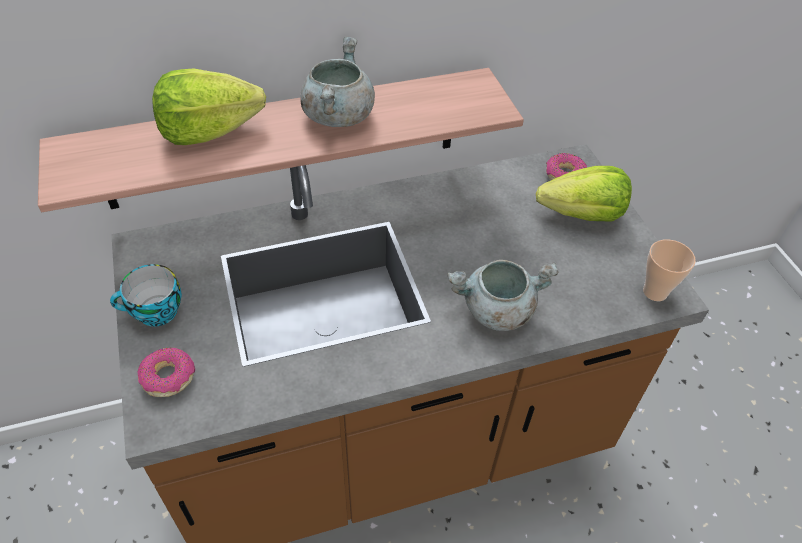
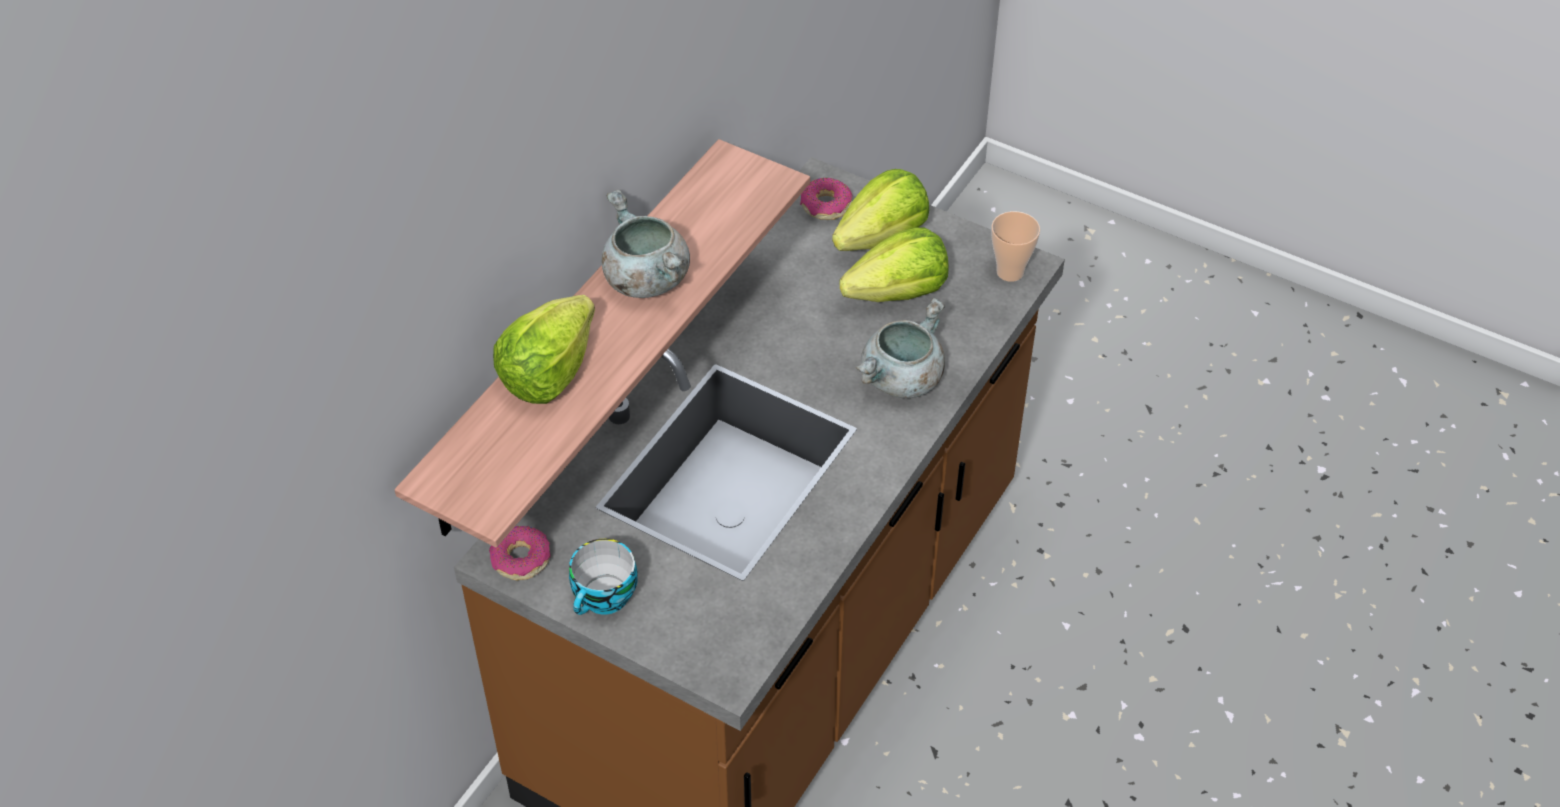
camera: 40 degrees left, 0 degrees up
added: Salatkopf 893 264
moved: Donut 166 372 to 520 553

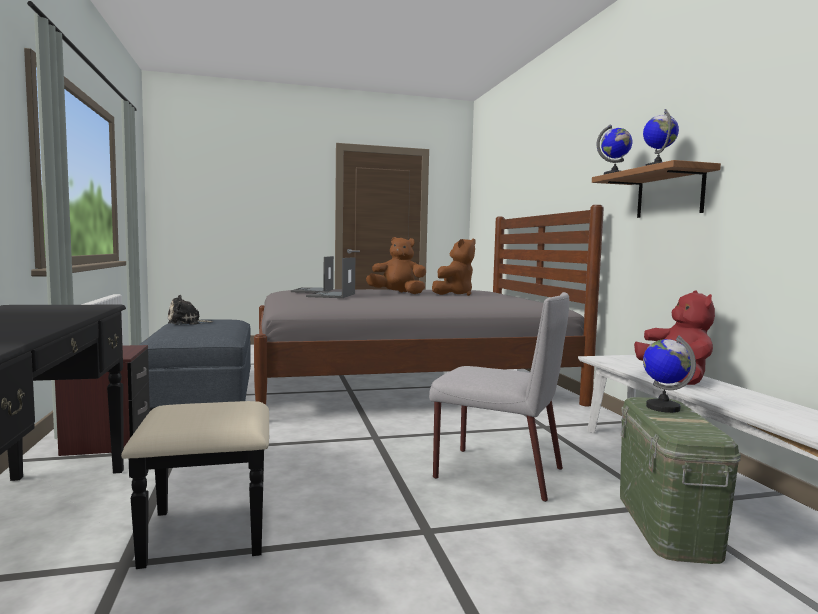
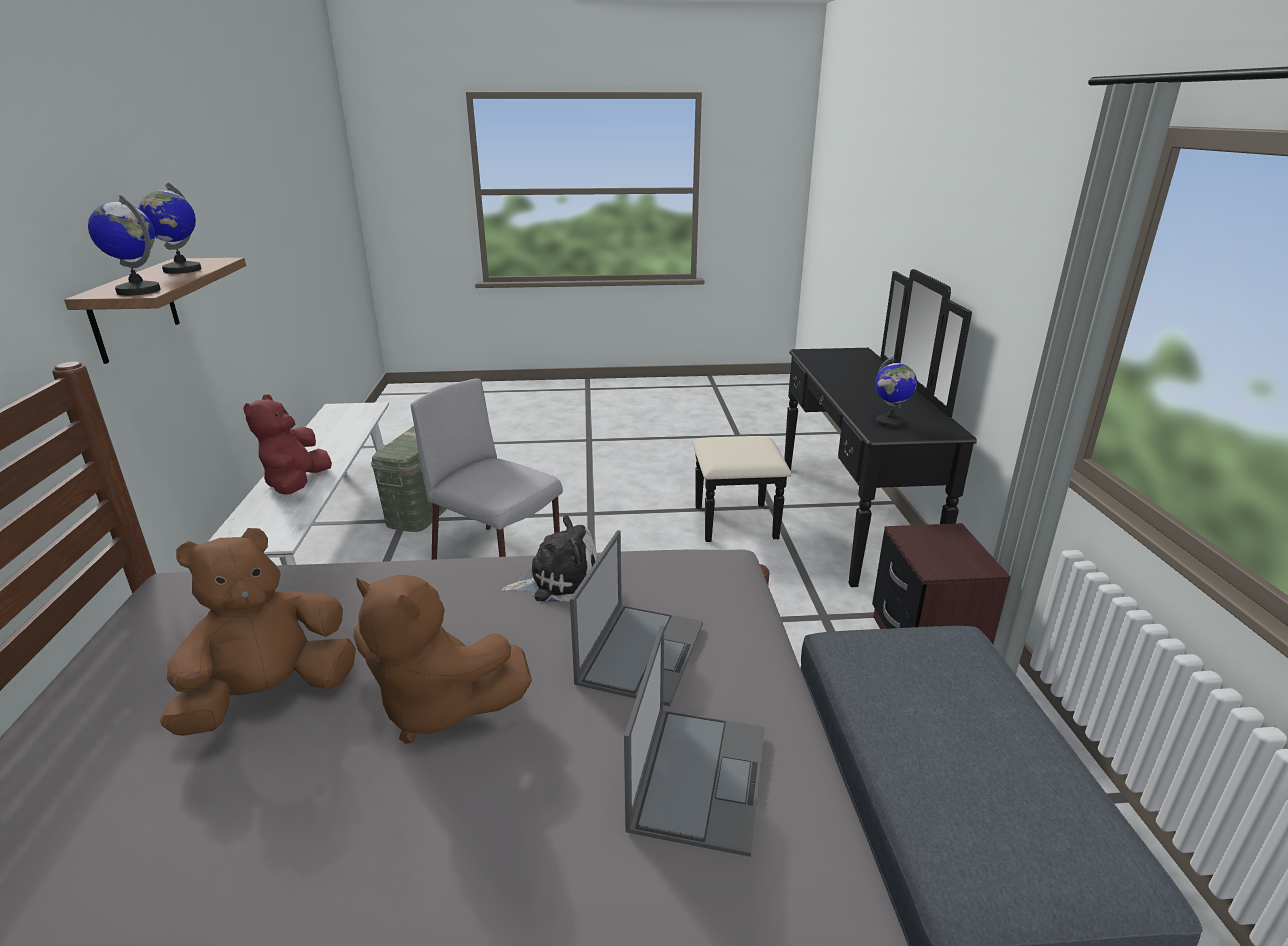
camera: 170 degrees left, 20 degrees up
moved: Plüschtier 191 310 to 550 558; Globus 669 374 to 896 392

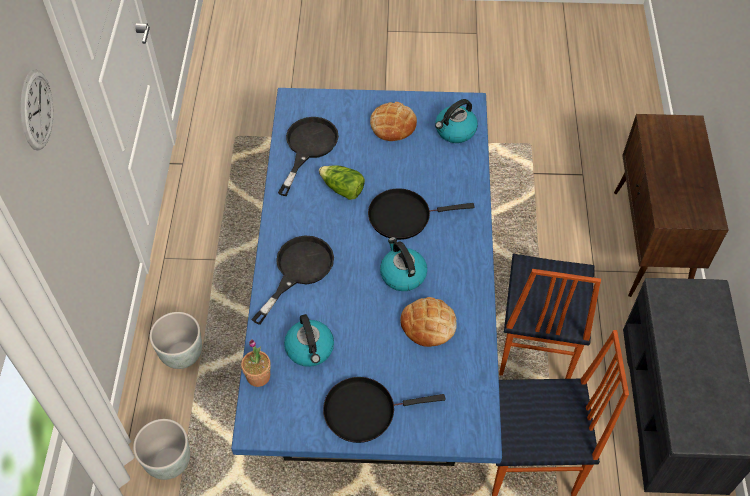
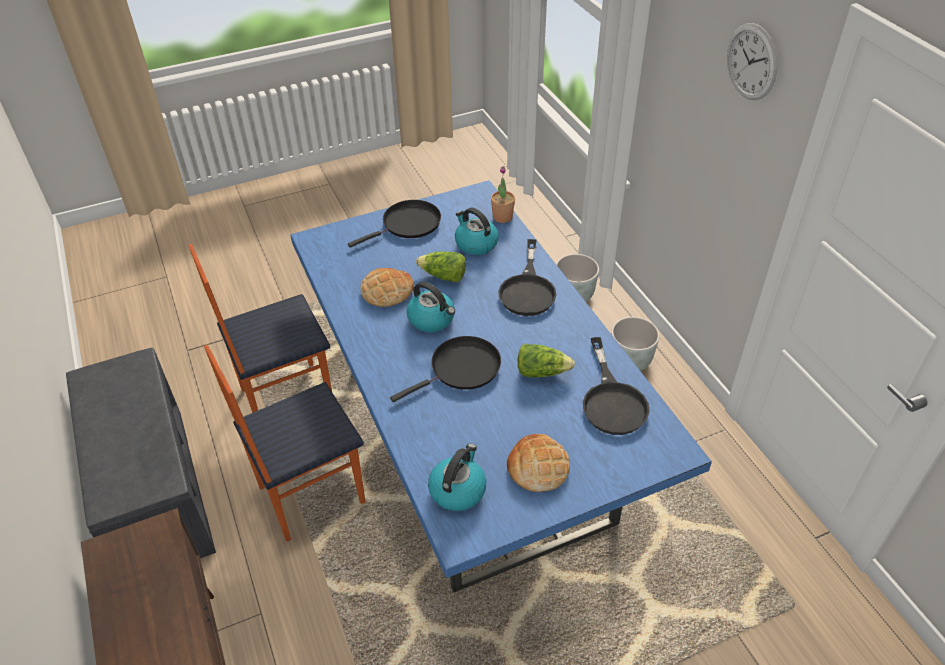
camera: 155 degrees right, 10 degrees down
added: Salatkopf 441 266
turned: Stuhl 550 316 = 285 443 105 degrees counterclockwise

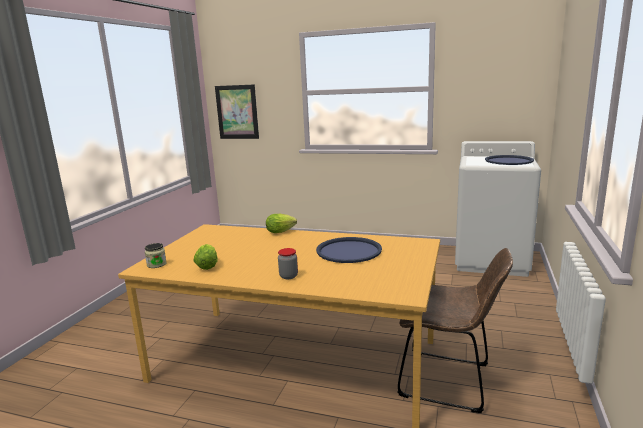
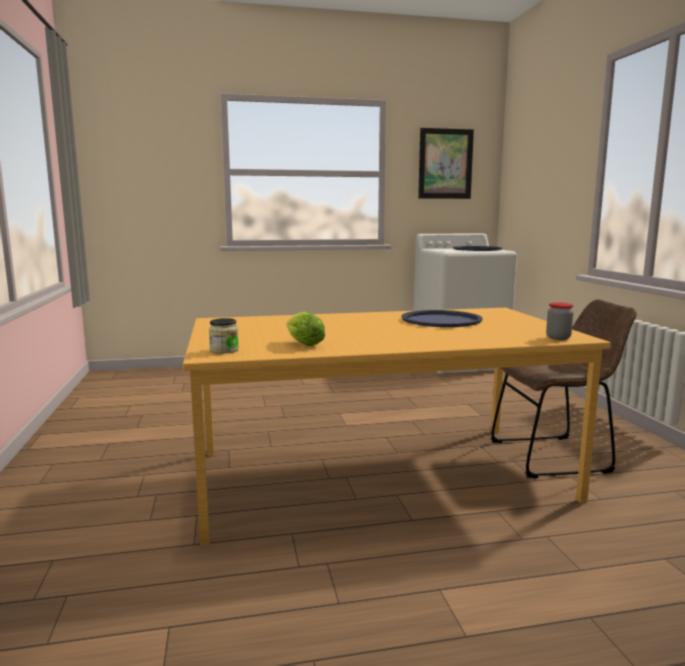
camera: 30 degrees left, 5 degrees down
removed: Salatkopf 281 223
moved: Bild 237 111 to 446 163; Vorratsglas 288 263 to 559 321

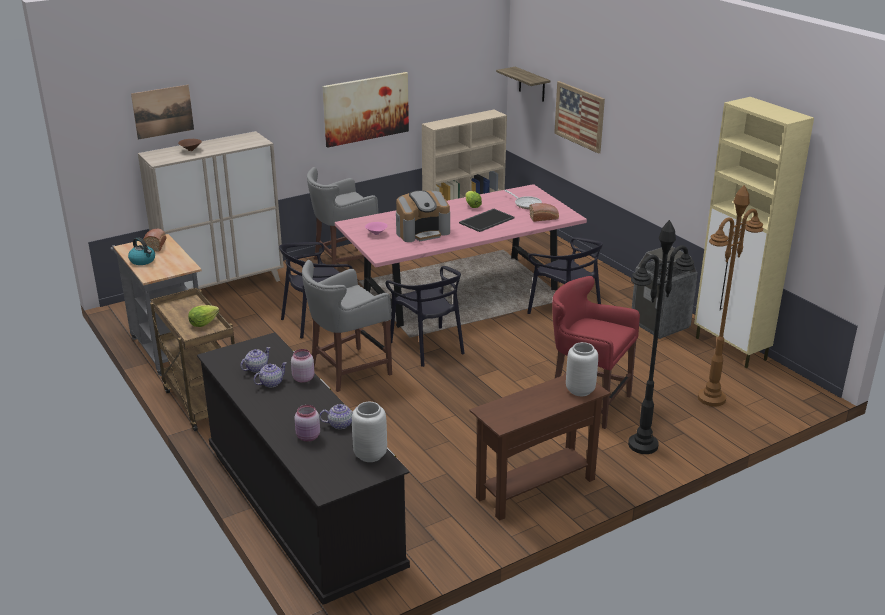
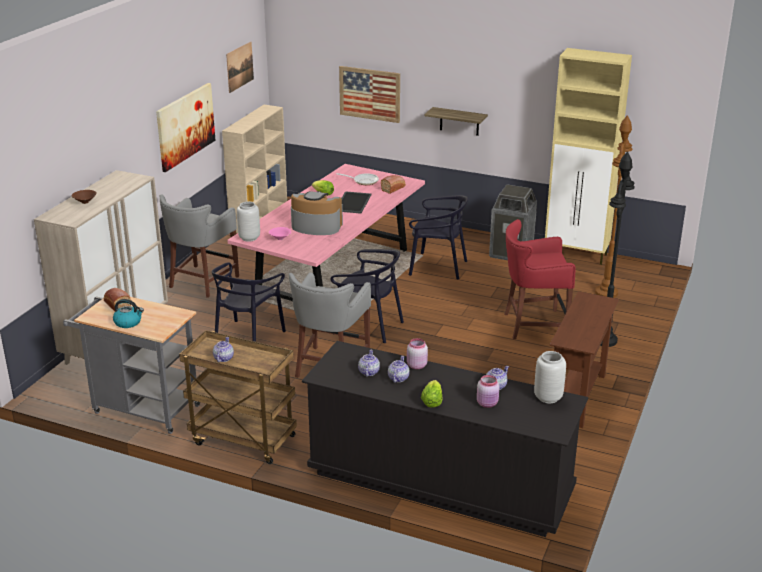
camera: 35 degrees left, 0 degrees up
added: Teekanne 223 349
moved: Wandregal 523 84 to 456 121; Bild 162 112 to 240 67; Salatkopf 203 316 to 432 394; Vase/grau 582 369 to 248 222
turned: Kaffeemaschine 423 216 = 317 213 105 degrees counterclockwise

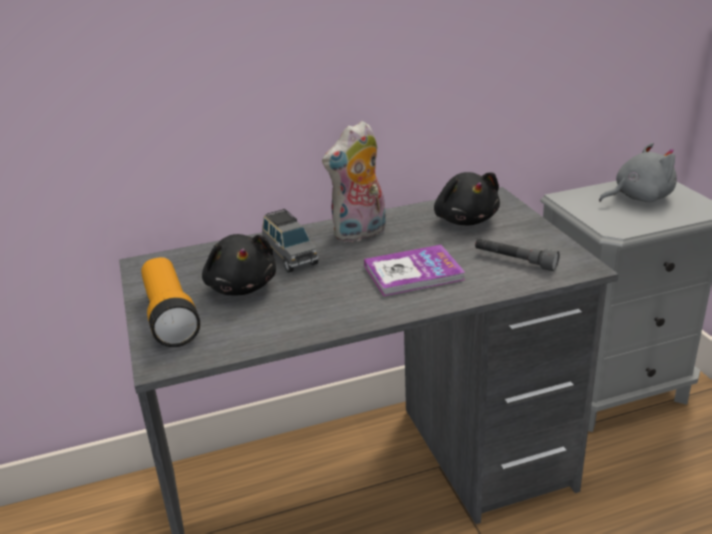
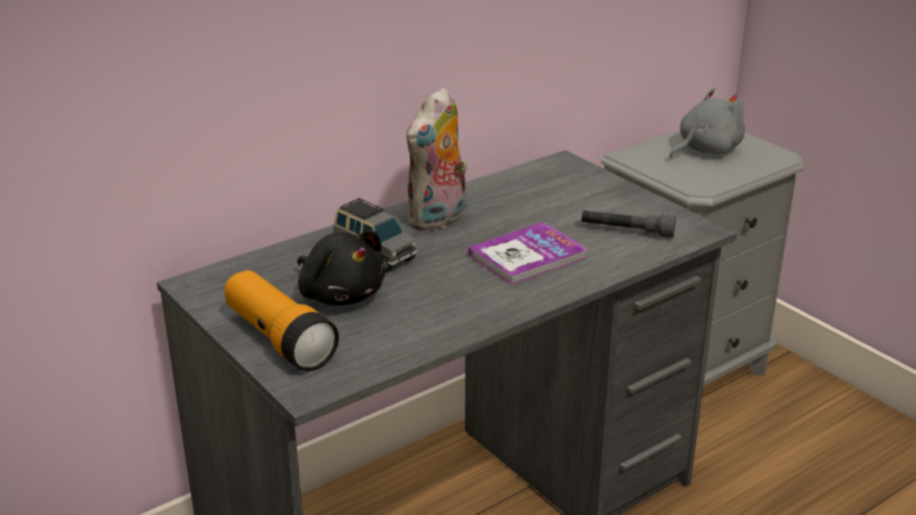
camera: 20 degrees left, 0 degrees up
removed: Plüschtier/schwarz 467 198

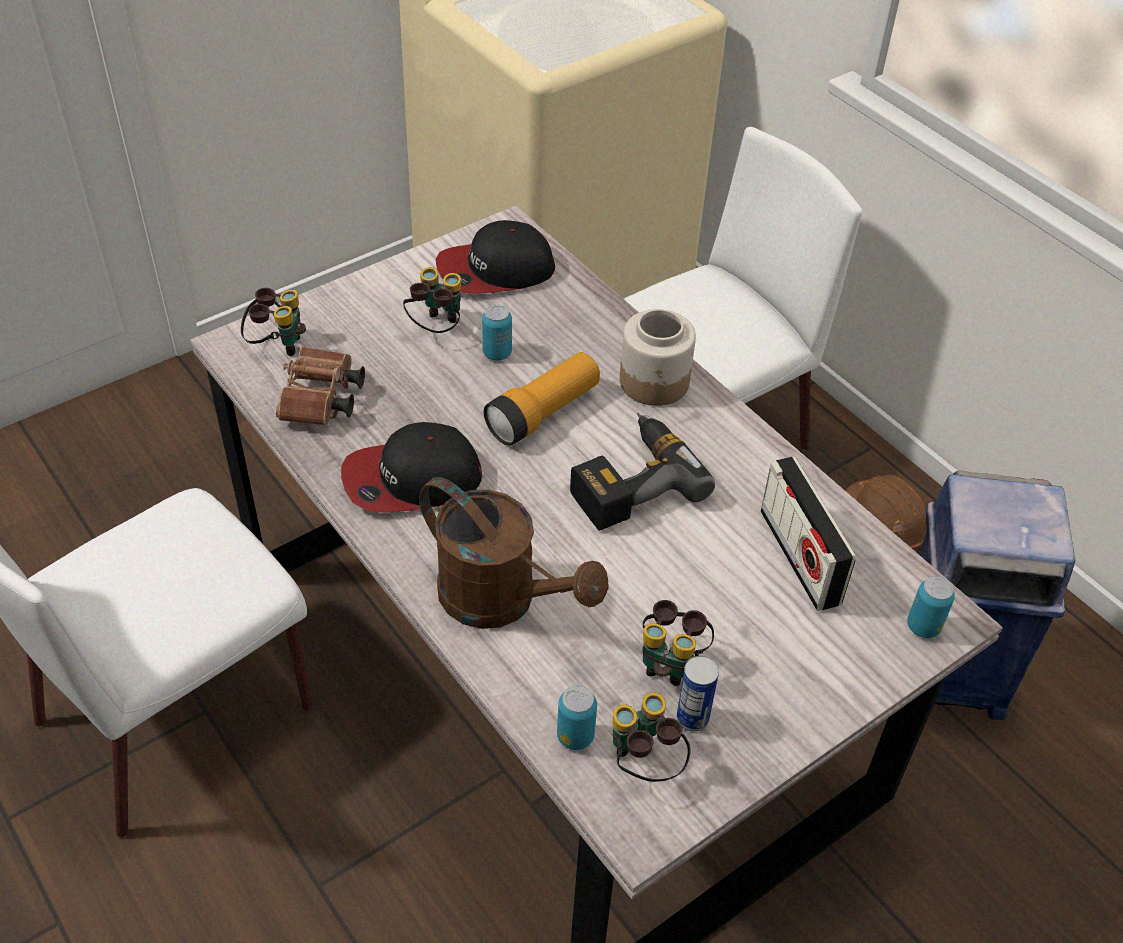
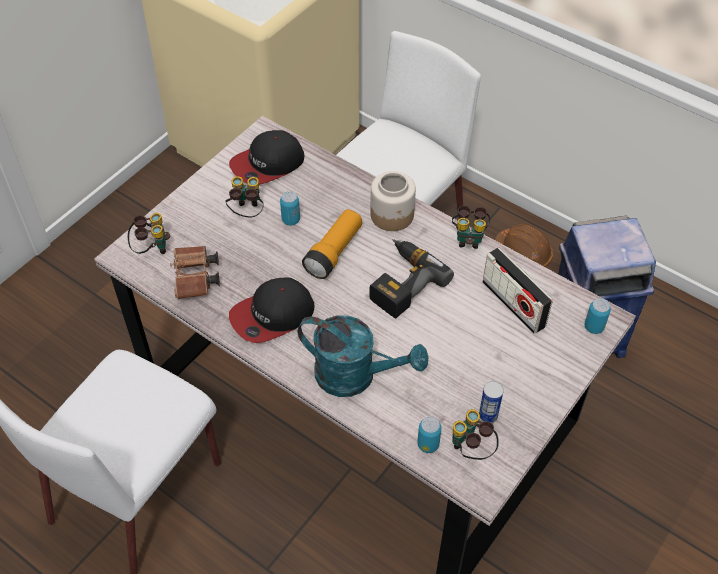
camera: 15 degrees left, 5 degrees up
moved: Fernglas 678 643 to 471 227
recoloured: Gießkanne/braun 514 553 to Gießkanne/türkis 363 356

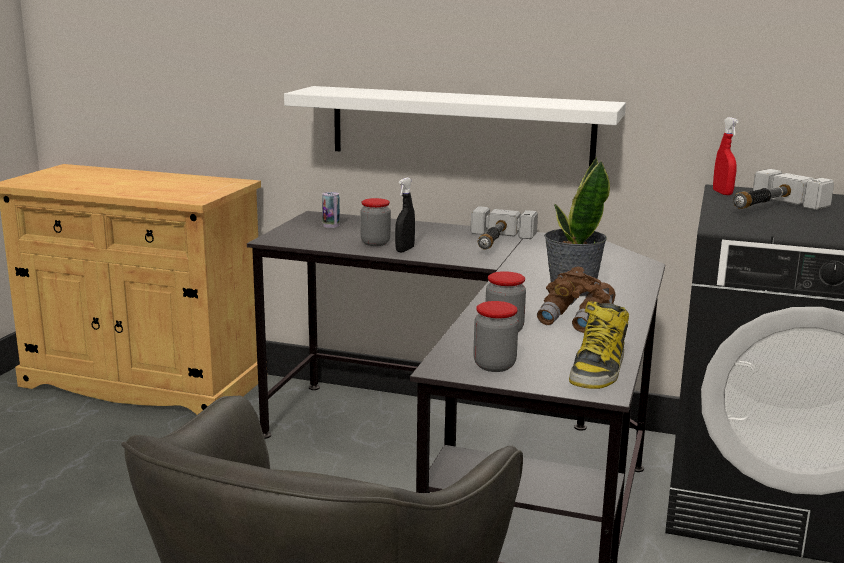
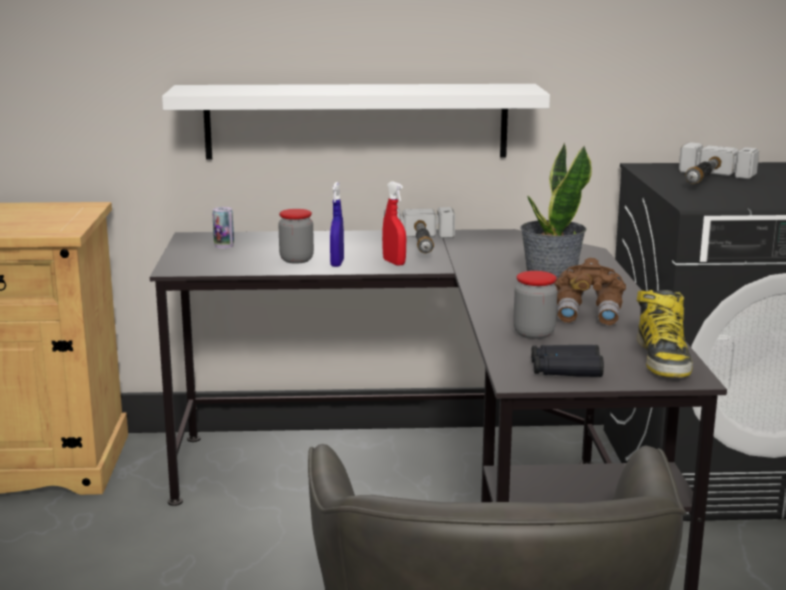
camera: 20 degrees left, 0 degrees up
moved: Sprühflasche/rot 726 156 to 394 223
replaced: Vorratsglas 495 336 to Fernglas/schwarz 567 361
recoloured: Sprühflasche/schwarz 405 215 to Sprühflasche/blau 337 224

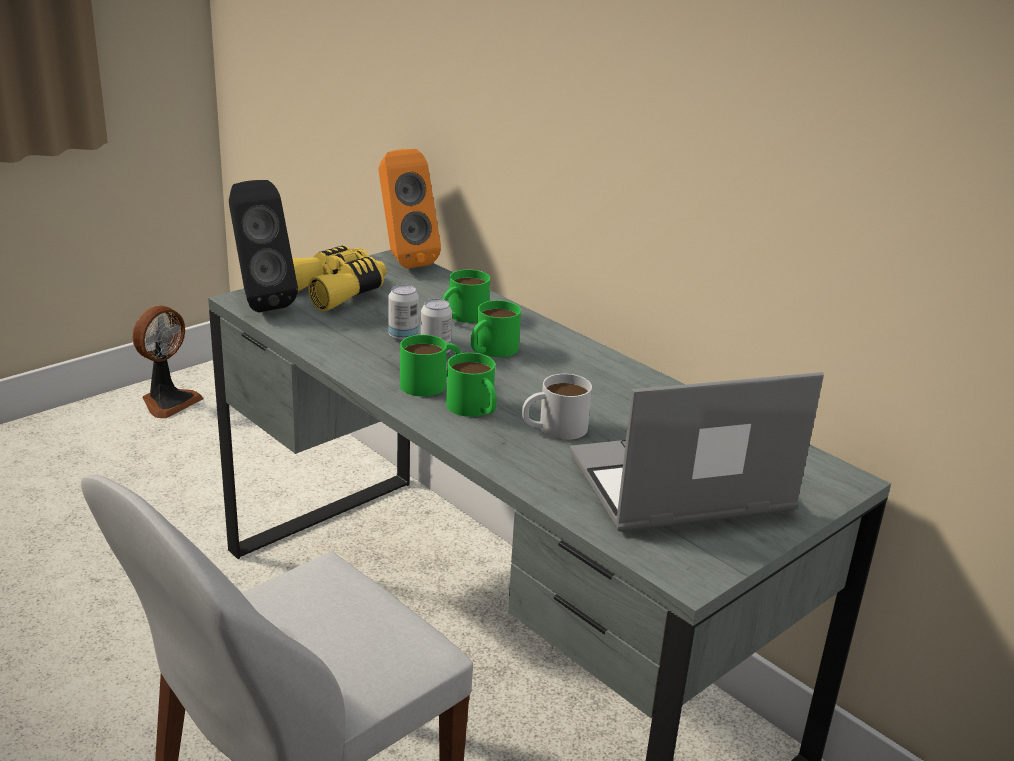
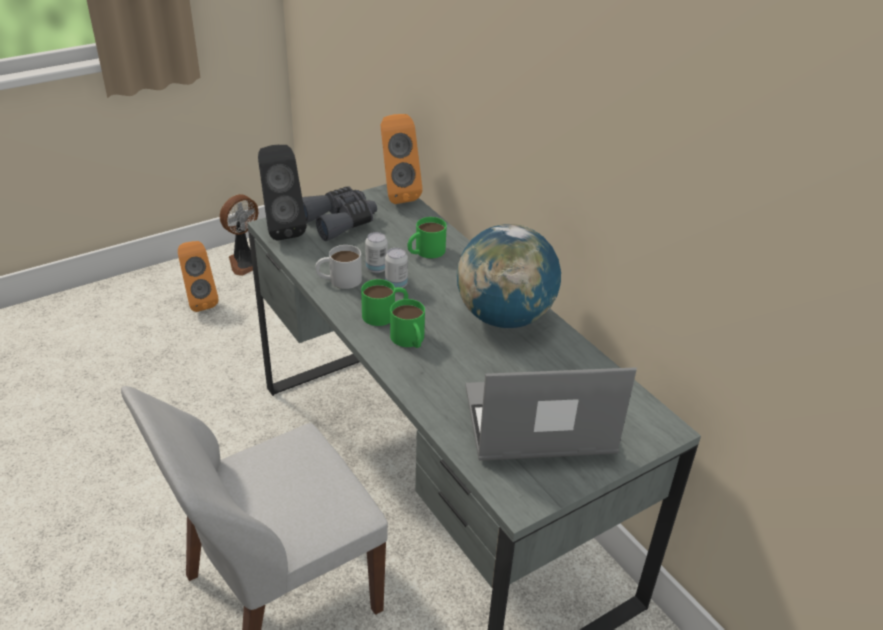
camera: 10 degrees right, 10 degrees up
removed: Henkelbecher/grün 496 328
added: Globus 509 276; Lautsprecher/orange 198 276
moved: Henkelbecher/weiß 557 407 to 339 267
recoloured: Fernglas/gelb 339 278 to Fernglas/grau 339 213

